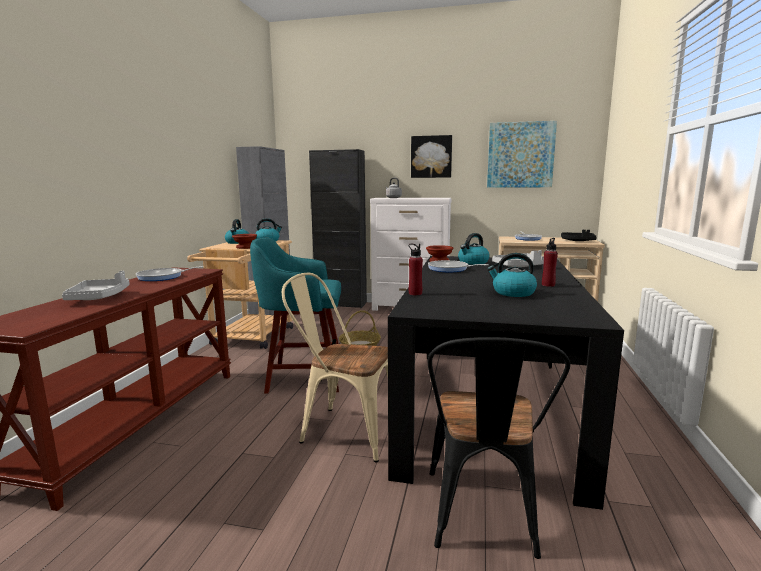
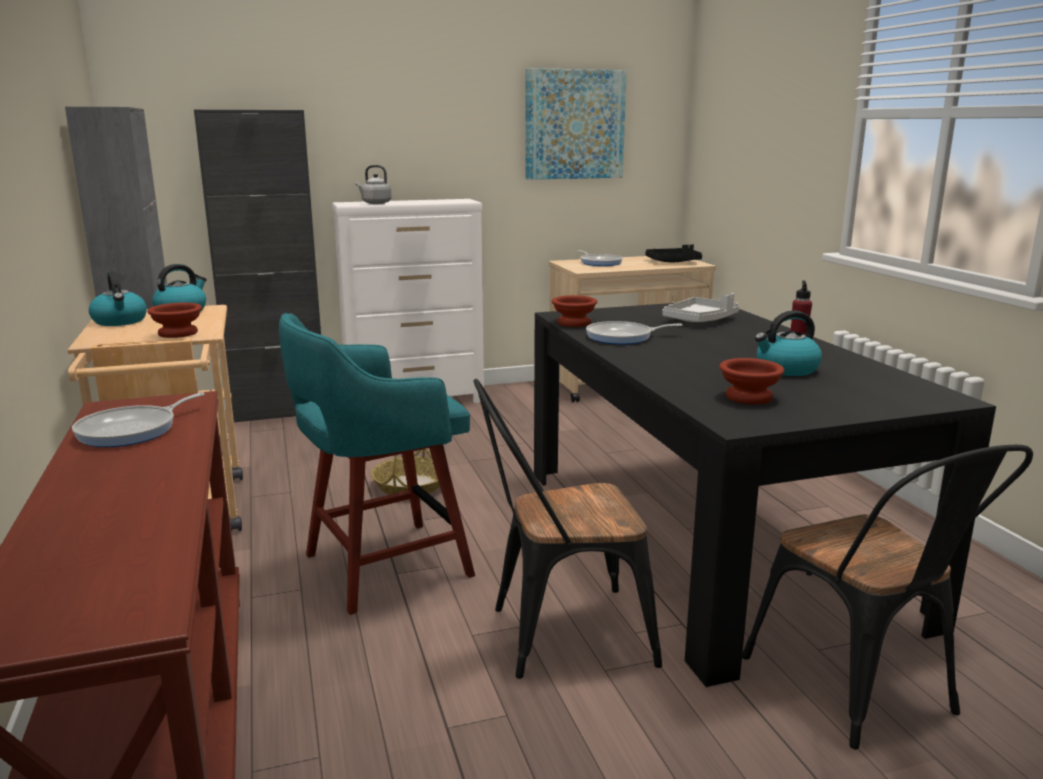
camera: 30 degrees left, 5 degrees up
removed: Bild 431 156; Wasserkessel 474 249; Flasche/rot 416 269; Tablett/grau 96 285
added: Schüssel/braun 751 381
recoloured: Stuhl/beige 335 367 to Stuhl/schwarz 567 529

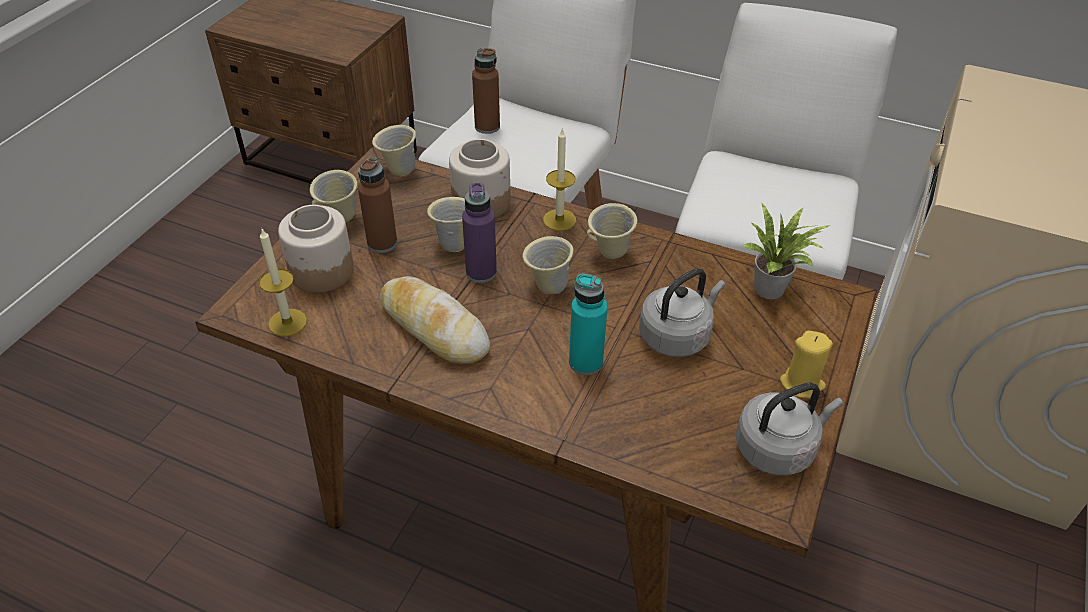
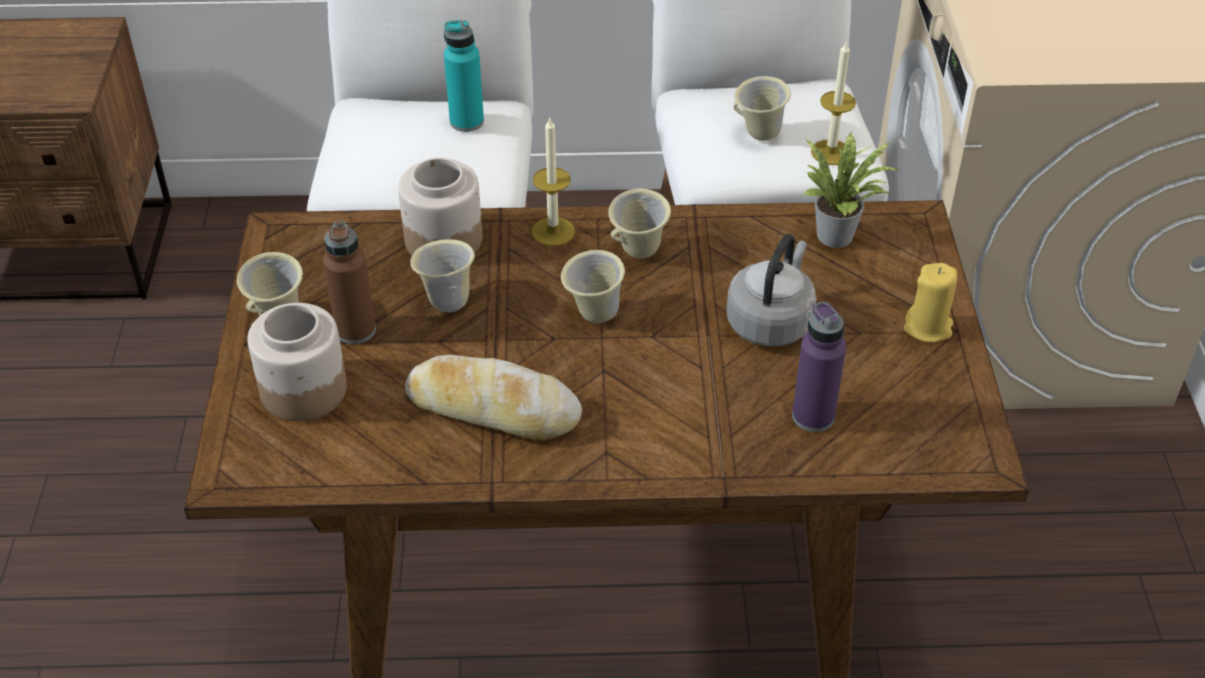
camera: 25 degrees left, 0 degrees up
removed: Flasche/braun 486 91; Wasserkessel/grau 789 429
moved: Henkelbecher/beige 394 150 to 762 108; Flasche/lila 479 232 to 819 366; Kerze 283 282 to 833 102; Flasche/türkis 588 324 to 464 76

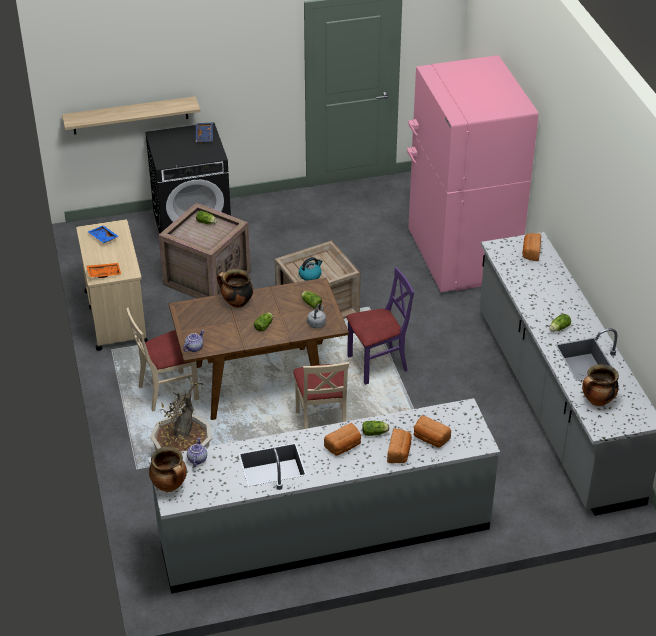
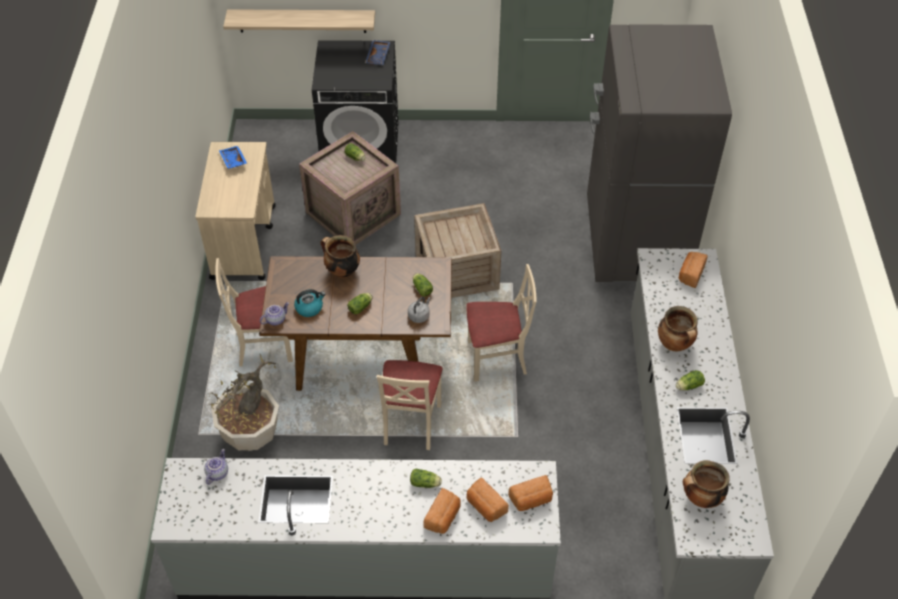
camera: 15 degrees right, 10 degrees up
removed: Tablett/orange 104 270
moved: Wasserkessel 311 269 to 310 303; Brot 342 439 to 530 493; Kochtopf 168 469 to 678 328
recoloured: Kühlschrank/rosa 473 173 to Kühlschrank/grau 659 153; Stuhl/lila 380 326 to Stuhl/beige 501 323

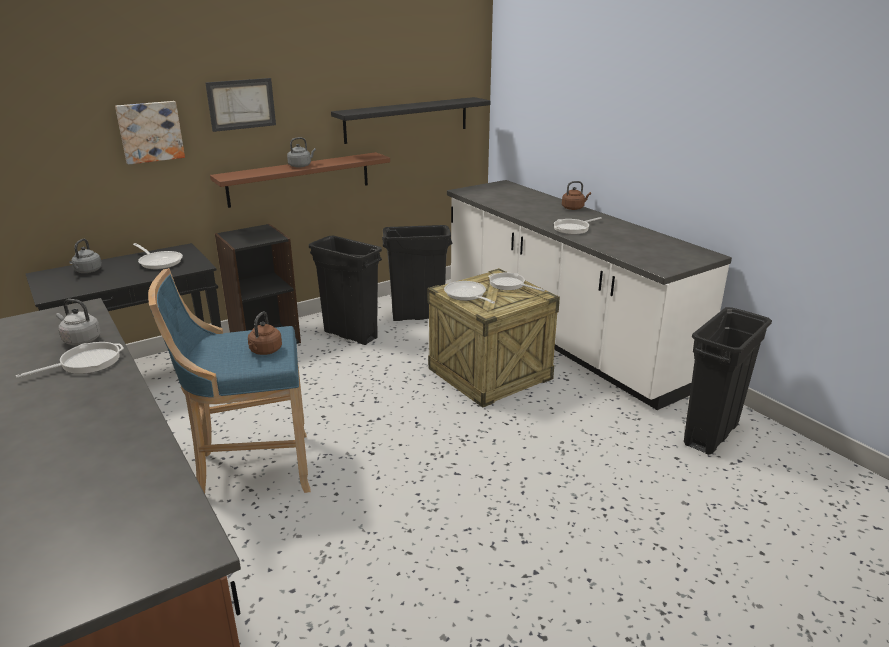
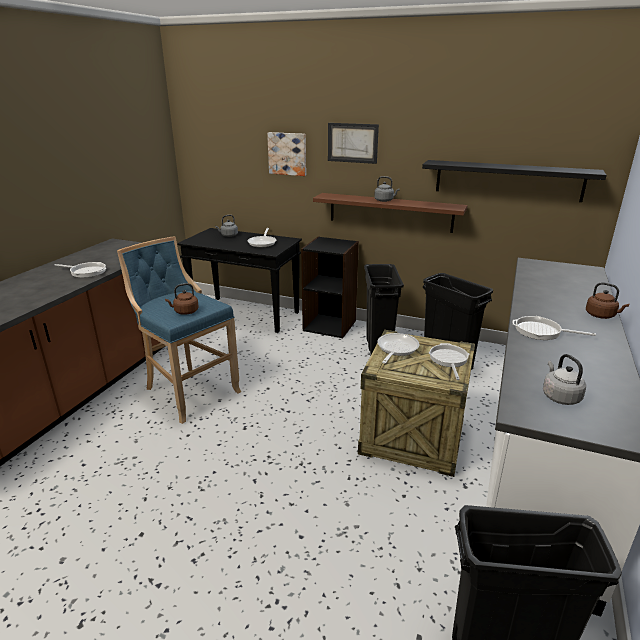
camera: 55 degrees right, 0 degrees up
moved: Wasserkessel/grau 78 322 to 564 379

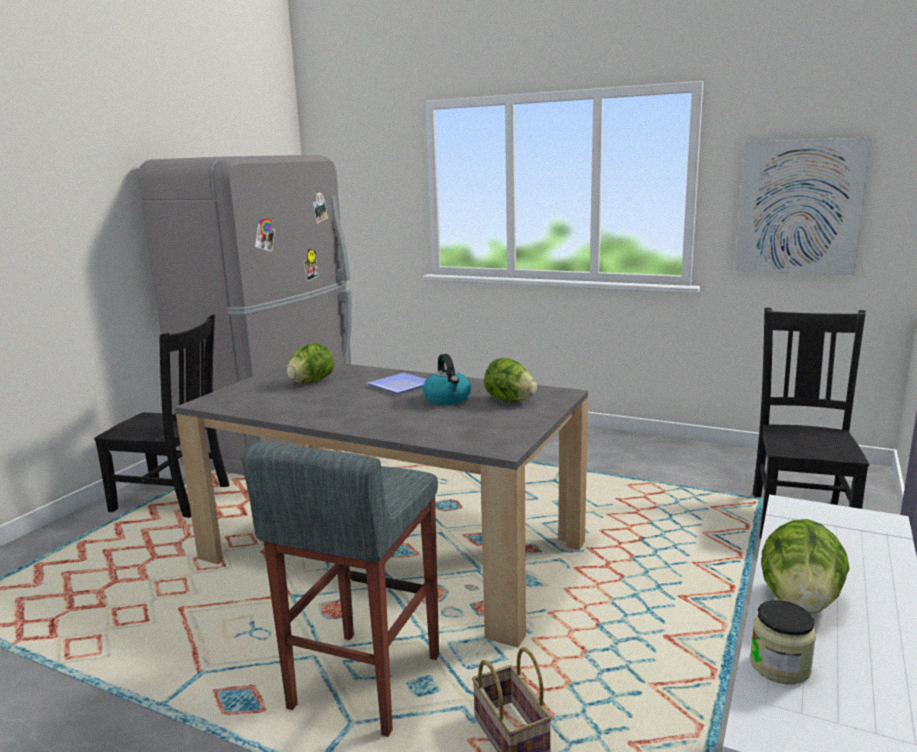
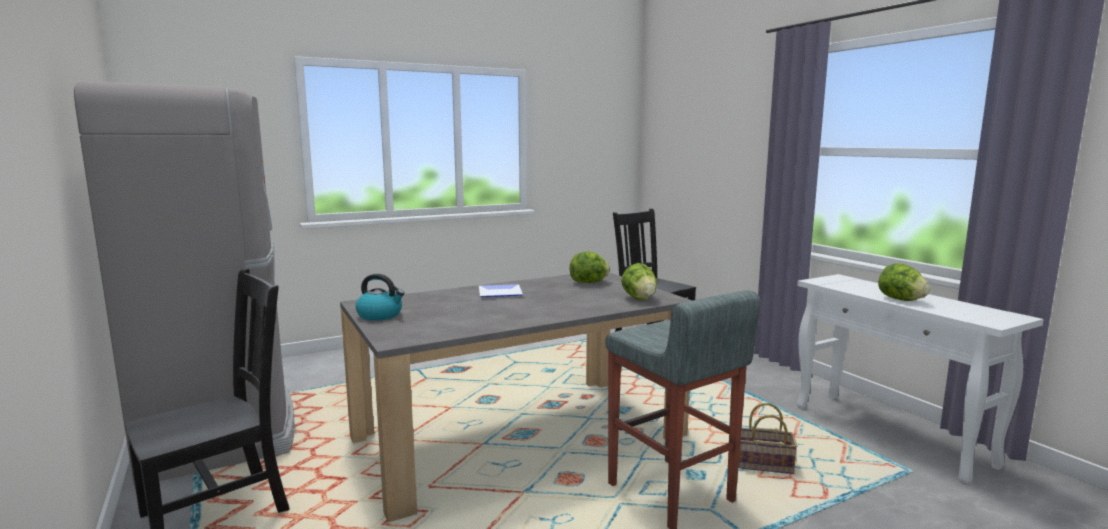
camera: 55 degrees left, 5 degrees down
removed: Bild 803 206; Vorratsglas 783 642
moved: Salatkopf 311 363 to 639 281; Wasserkessel 447 379 to 380 297

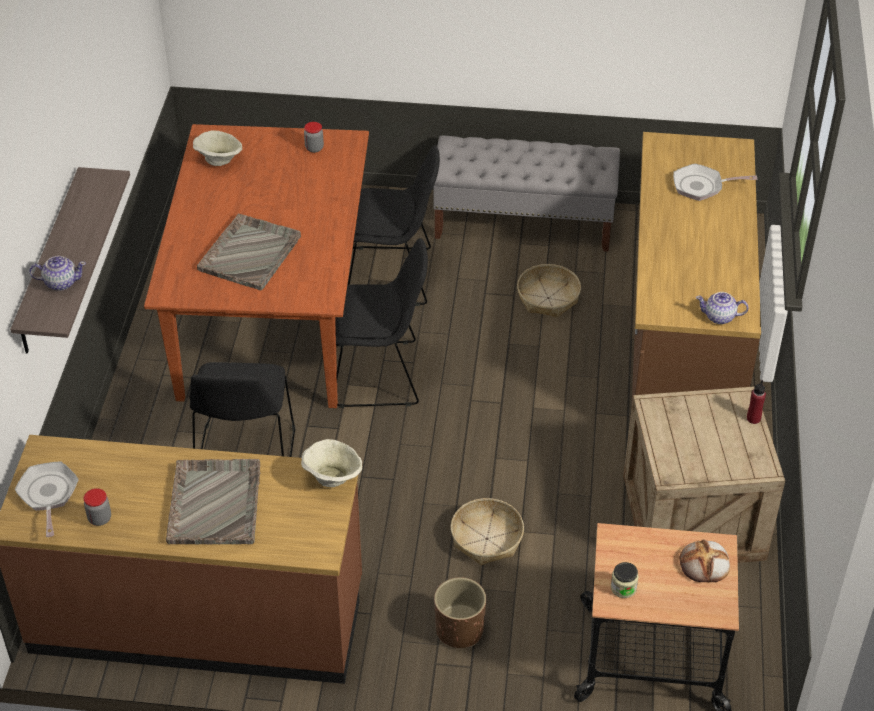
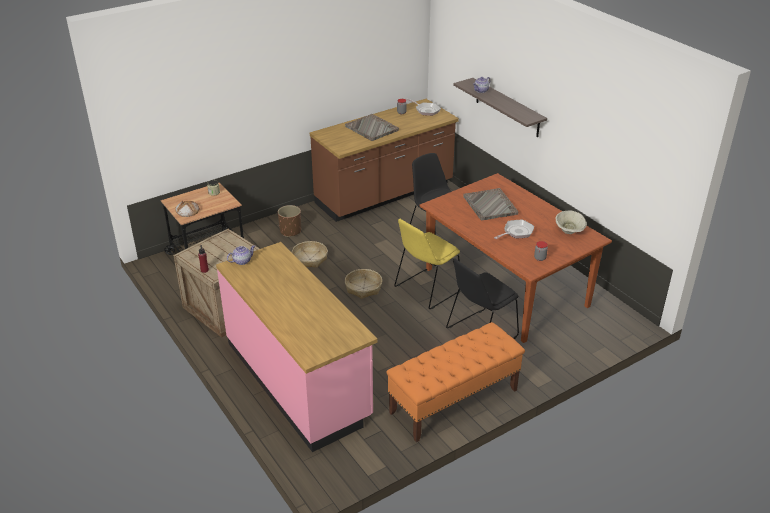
camera: 140 degrees right, 10 degrees down
removed: Schüssel/beige 331 463
moved: Pfanne 715 182 to 514 229; Korb 549 291 to 363 284
recoloured: Küchenzeile/braun 696 266 to Küchenzeile/rosa 296 347; Bank/grau 526 194 to Bank/orange 455 382; Stuhl/schwarz 381 323 to Stuhl/gelb 427 264

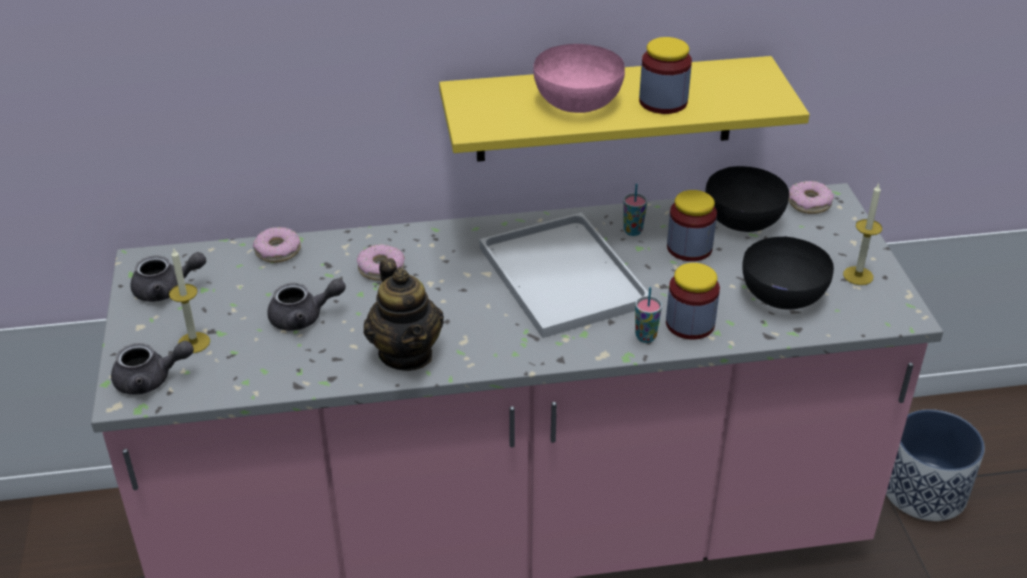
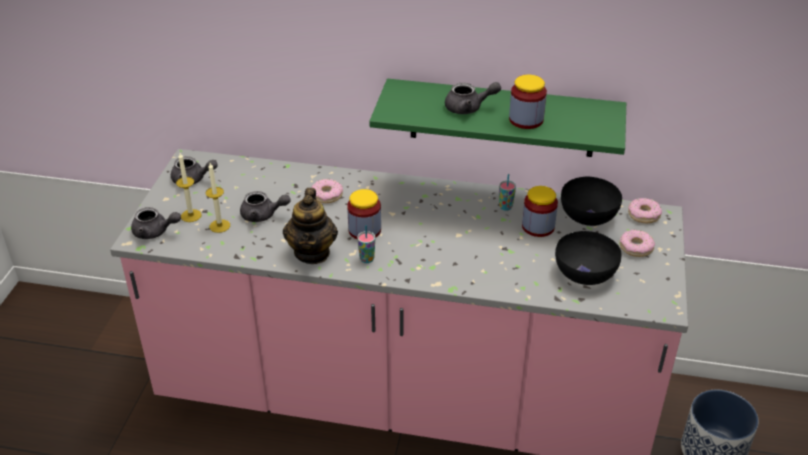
camera: 20 degrees right, 0 degrees up
removed: Tablett/weiß 564 275
moved: Kerze 862 234 to 218 198; Donut 277 245 to 637 243; Vorratsglas 693 301 to 364 214; Tasse 648 315 to 366 244
replaced: Schüssel/rosa 579 78 to Teekanne/grau 473 98
recoloured: Wandregal/gelb 624 109 to Wandregal/grün 497 118

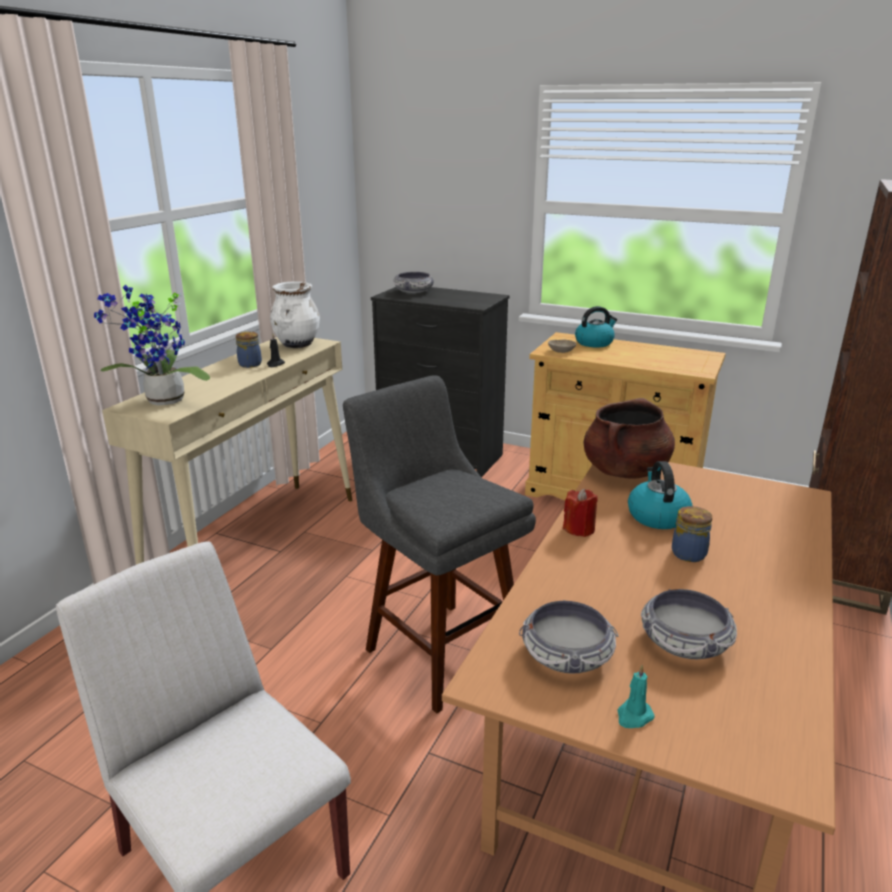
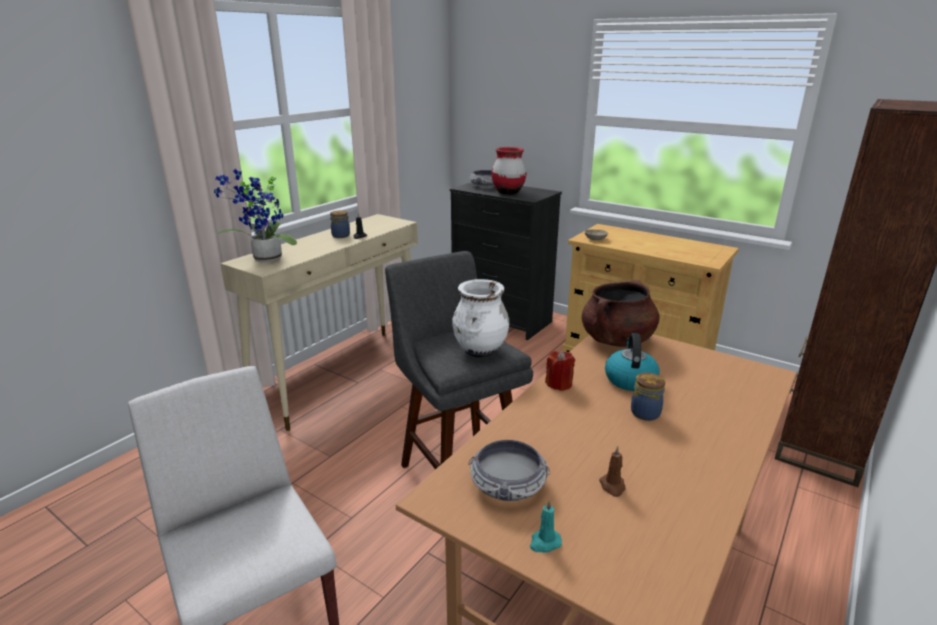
camera: 10 degrees right, 0 degrees up
removed: Wasserkessel 596 327
added: Vase/rot 509 171
moved: Vase/weiß 295 314 to 480 318
replaced: Schüssel 689 624 to Kerze/braun 612 471

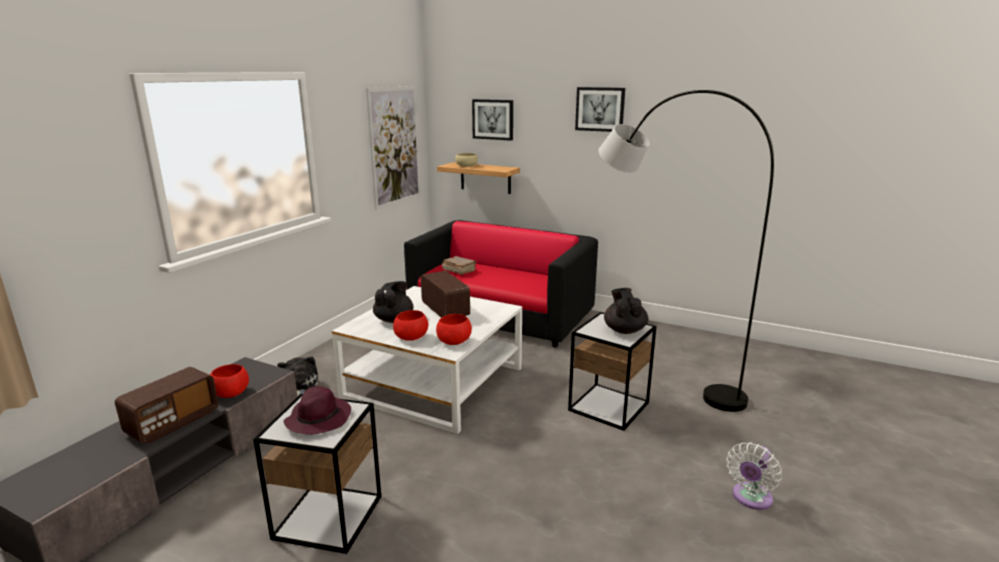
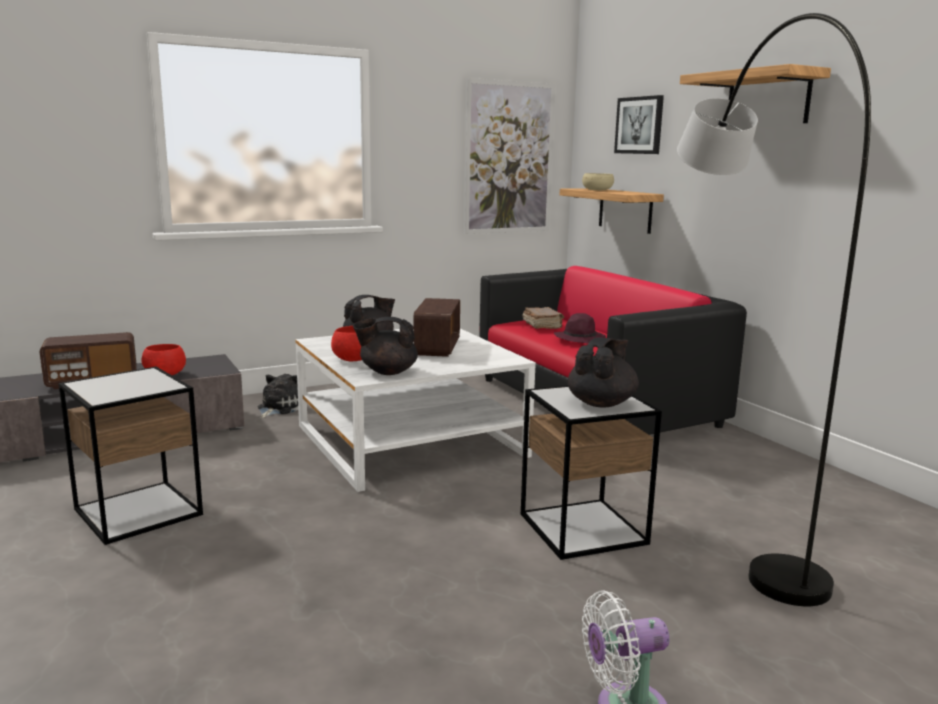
camera: 35 degrees right, 5 degrees down
moved: Hut/lila 317 410 to 580 328
replaced: Bild 600 109 to Wandregal 755 93; Schüssel/rot 454 329 to Teekanne/schwarz 385 346

